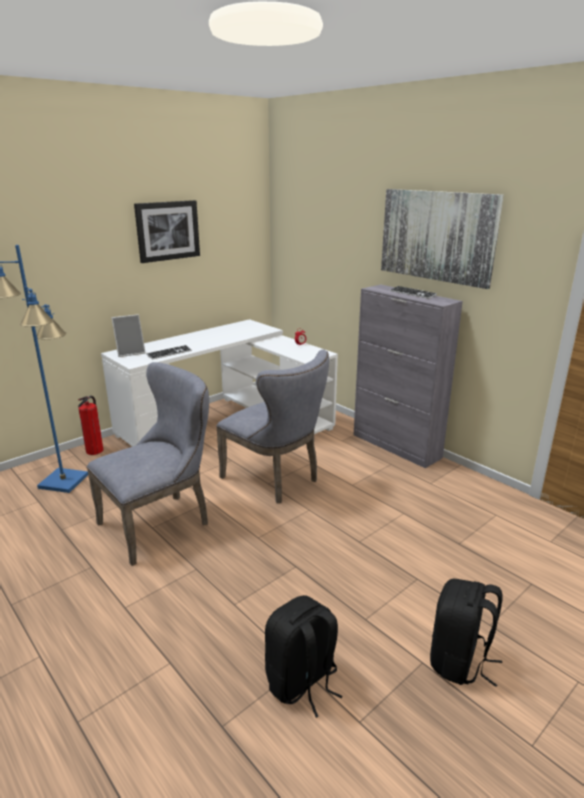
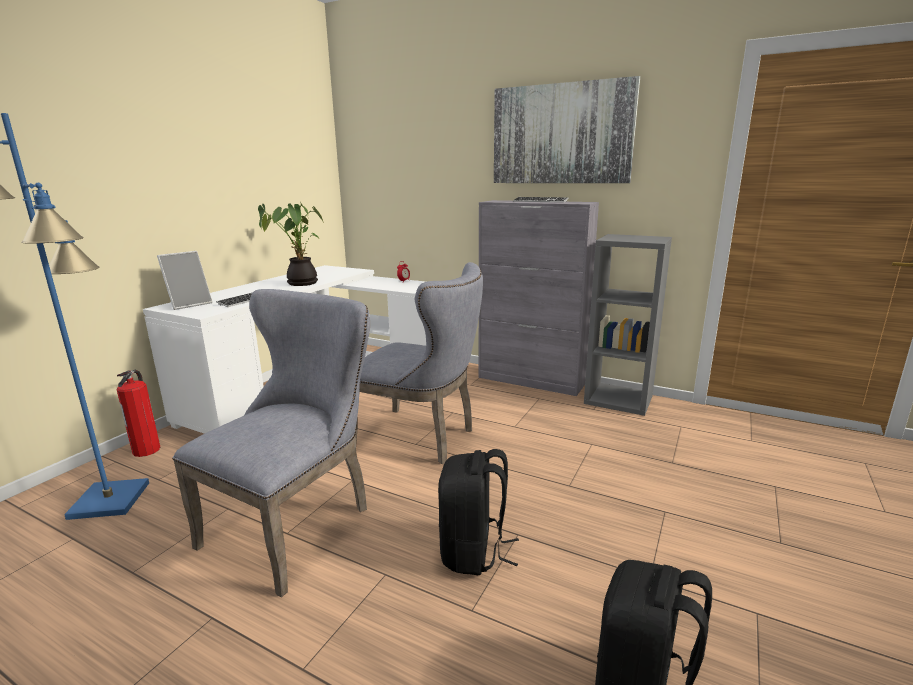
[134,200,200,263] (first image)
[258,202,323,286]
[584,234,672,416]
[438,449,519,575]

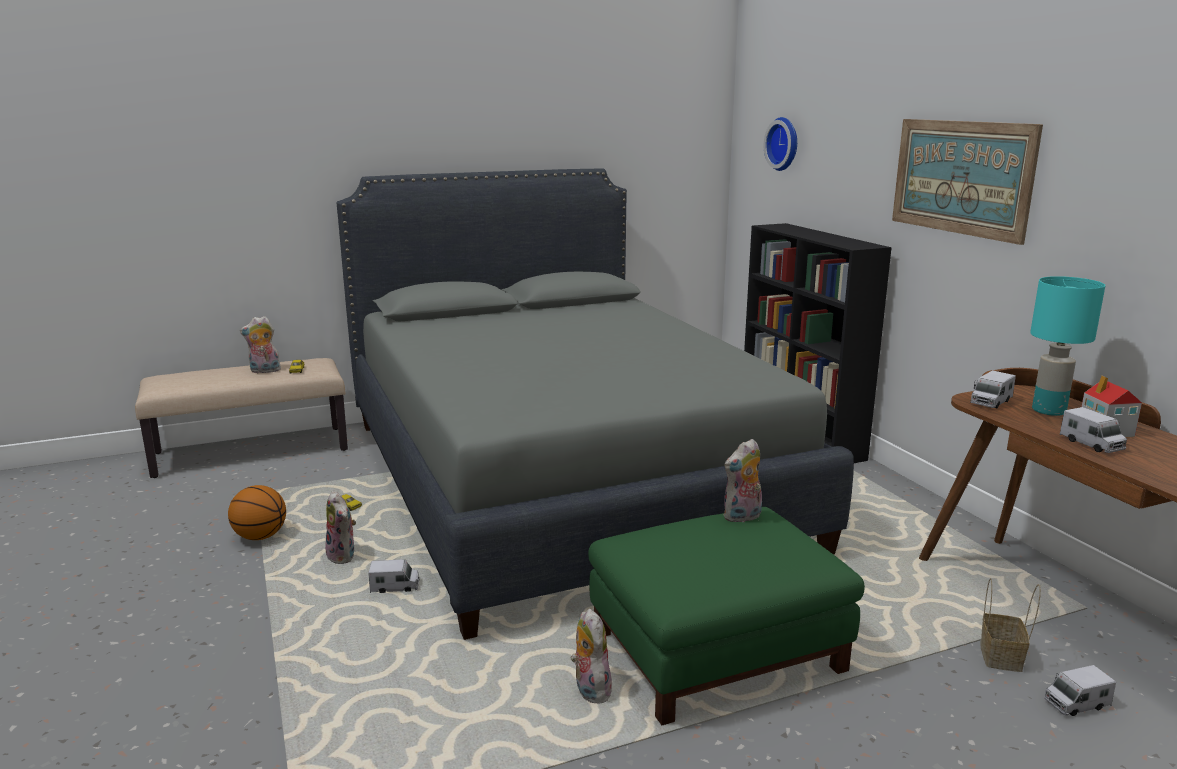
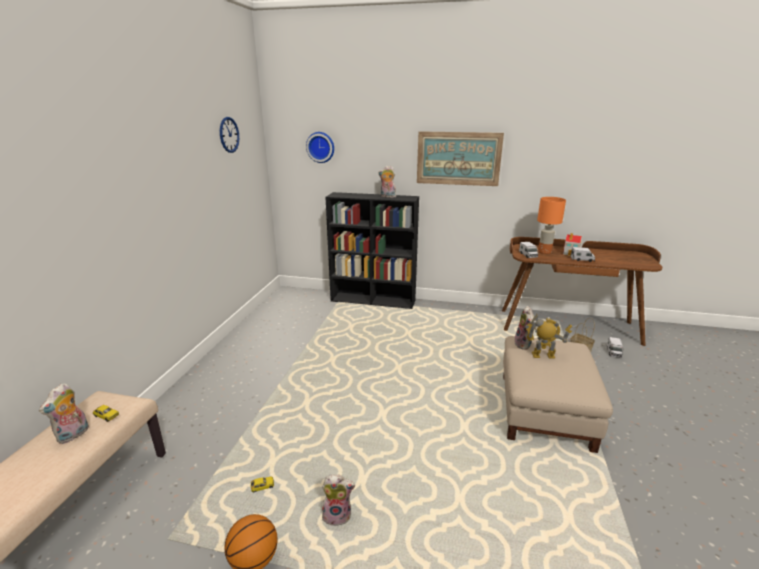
[337,168,854,640] (first image)
[369,559,420,593] (first image)
[220,117,239,153]
[525,314,572,359]
[378,166,396,198]
[503,336,613,453]
[537,197,566,254]

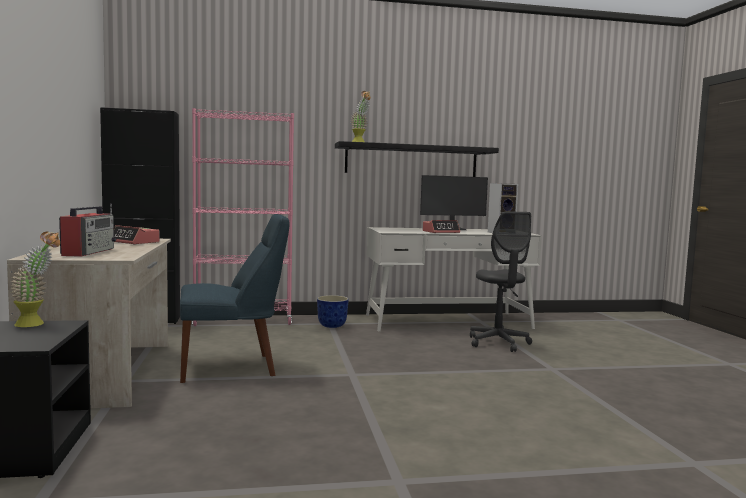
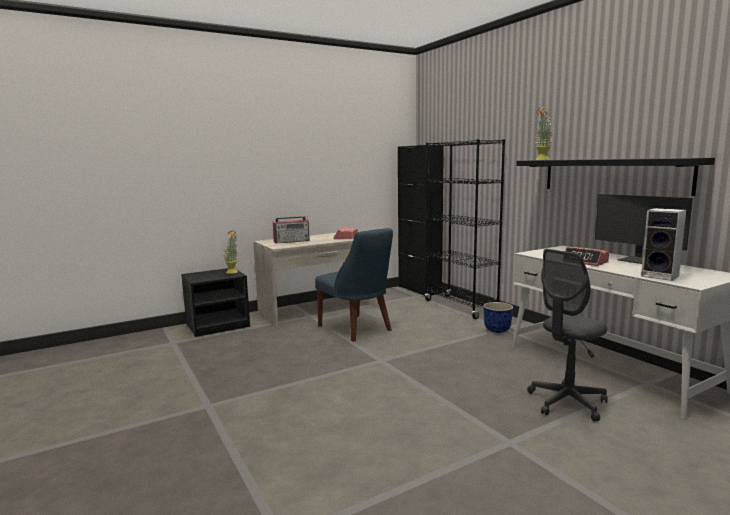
[425,139,505,319]

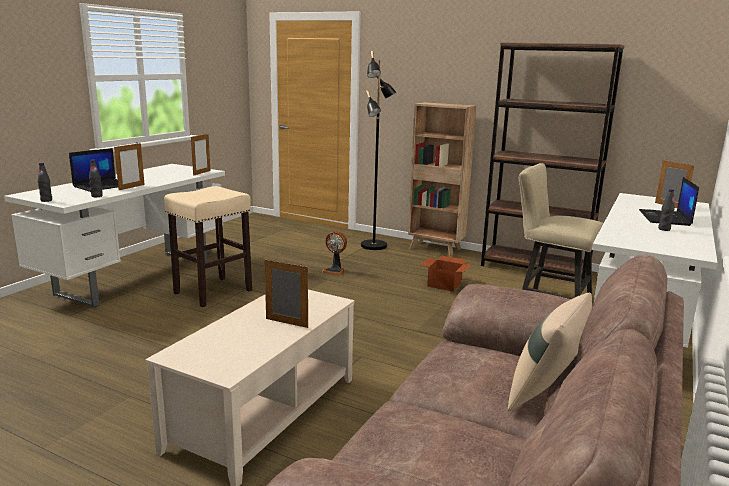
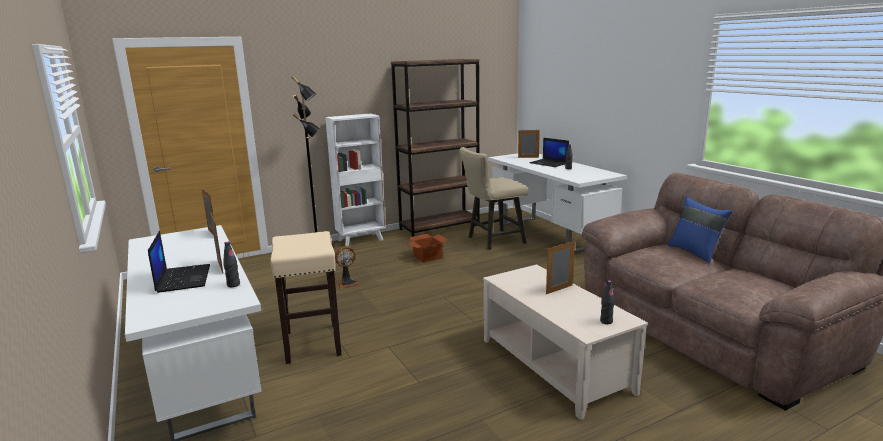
[600,280,614,324]
[325,113,386,246]
[668,196,732,263]

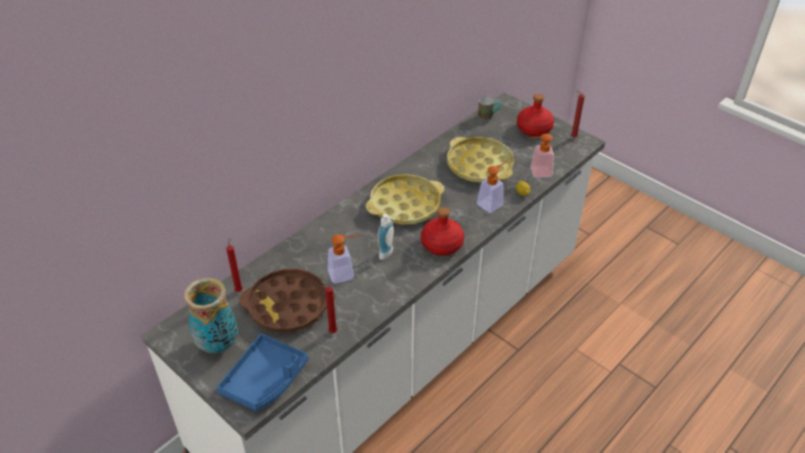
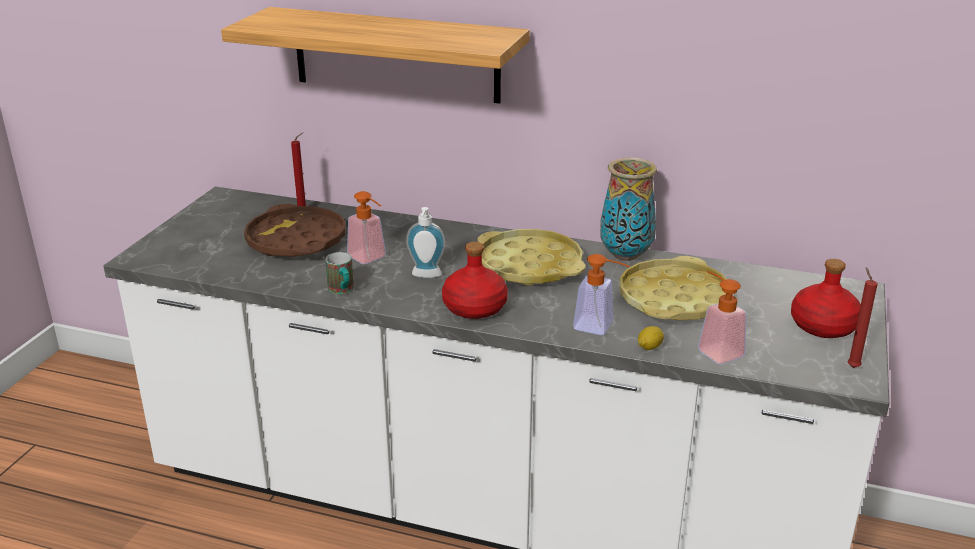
[217,334,308,411] (first image)
[321,286,337,333] (first image)
[221,7,530,104]
[600,157,657,261]
[325,252,354,294]

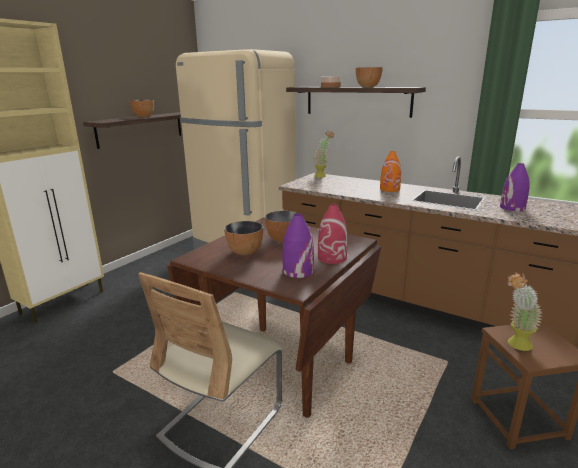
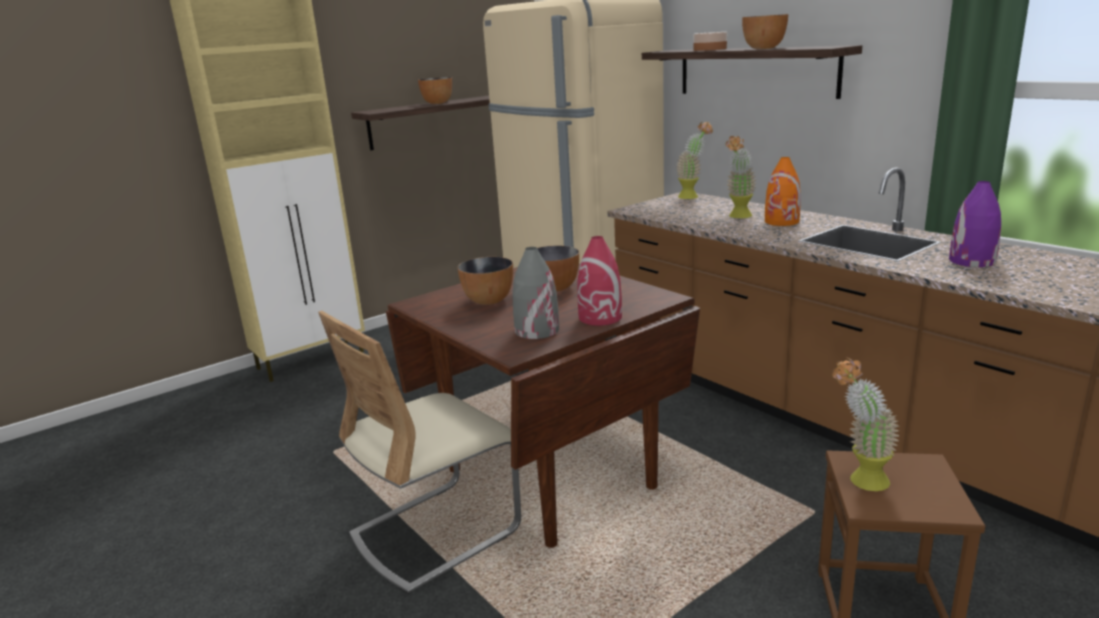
[725,135,757,218]
[512,247,559,339]

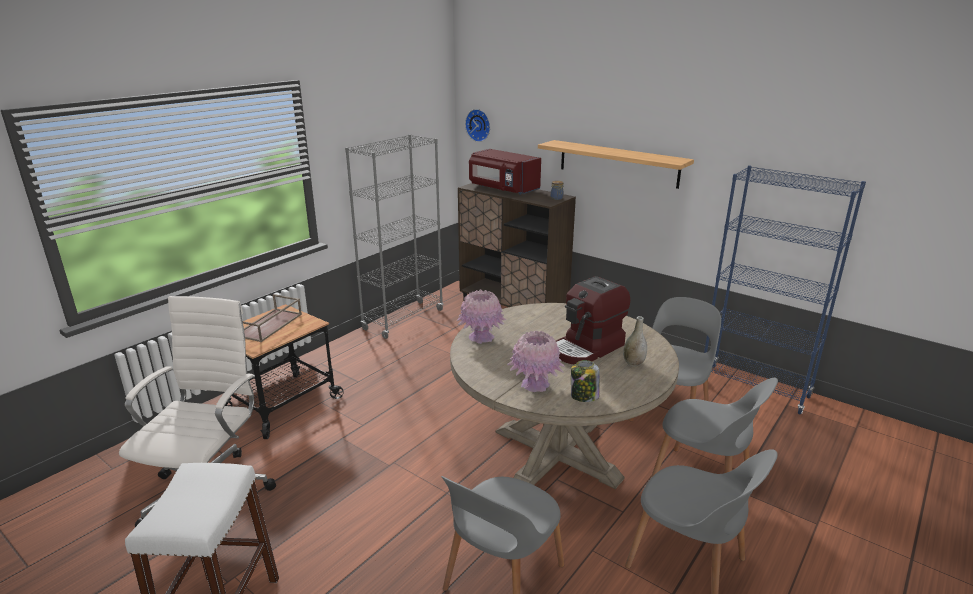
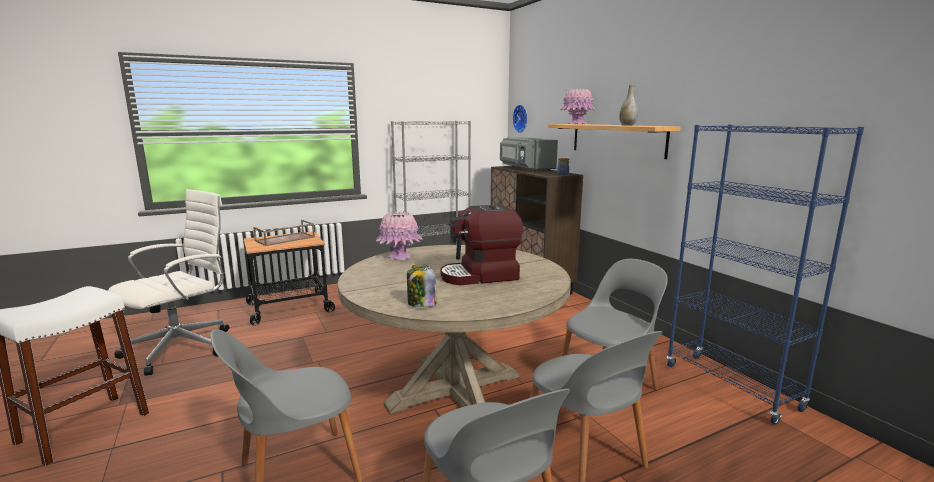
[560,89,596,124]
[619,85,638,126]
[500,137,558,172]

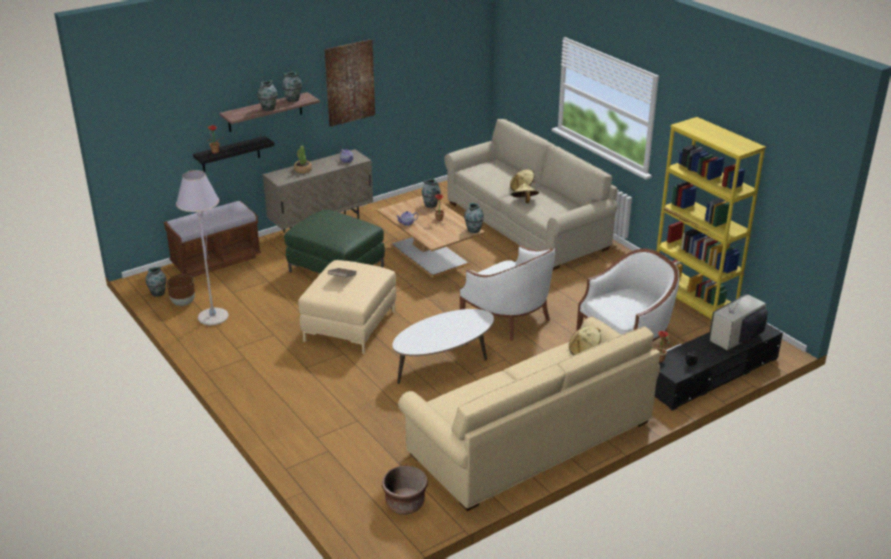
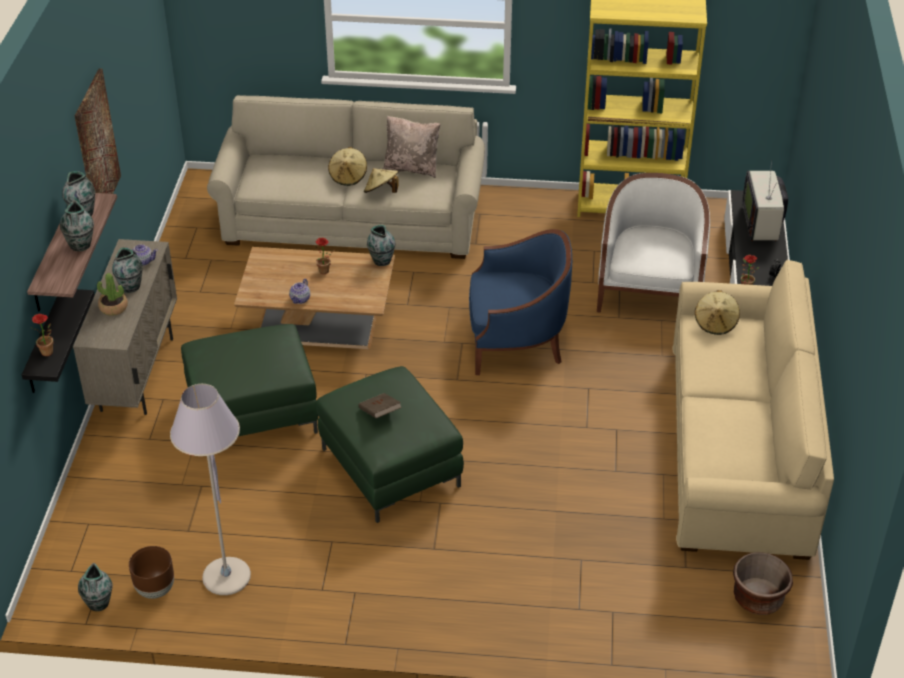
[164,201,261,278] (first image)
[392,309,494,384] (first image)
[383,116,440,178]
[112,248,143,293]
[316,366,464,523]
[469,229,572,375]

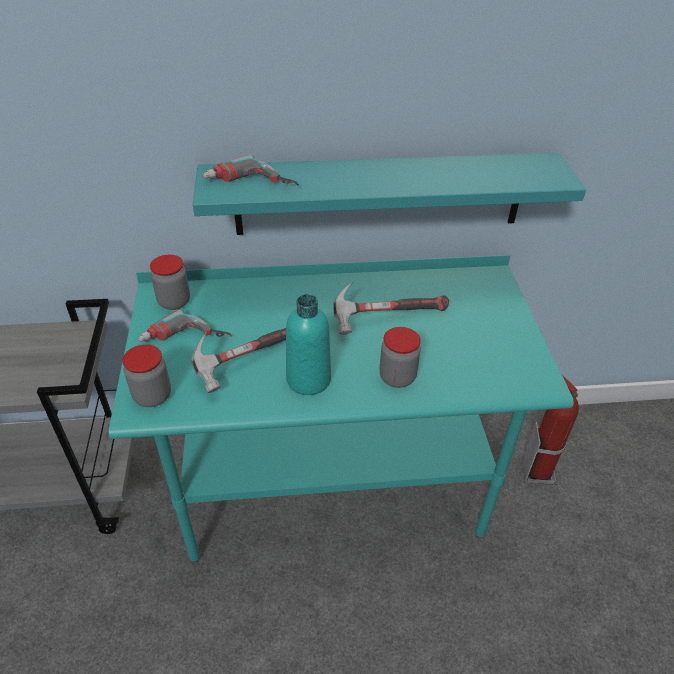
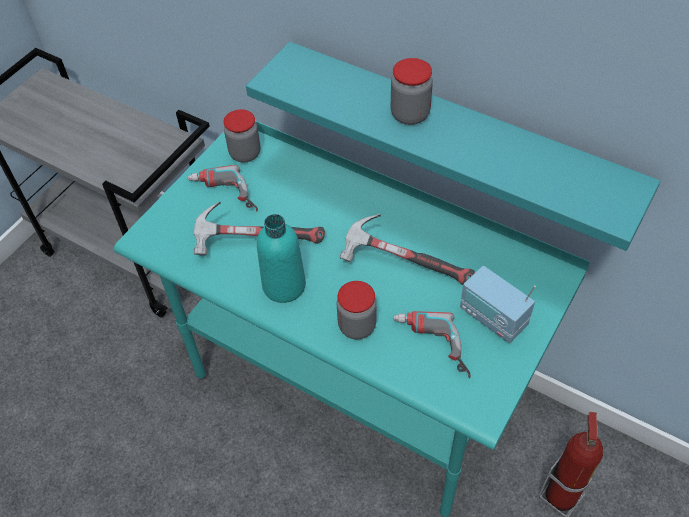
[460,266,536,343]
[391,58,433,125]
[393,311,471,378]

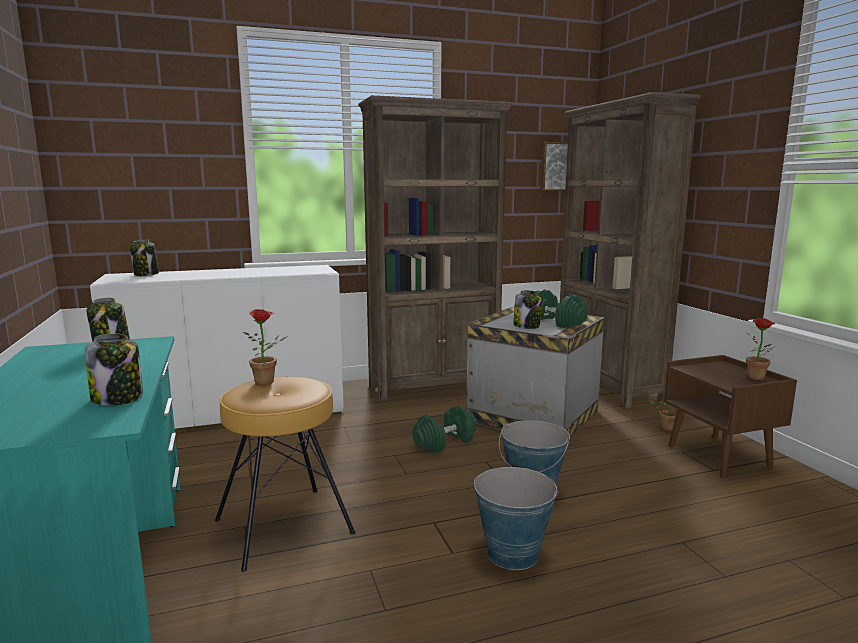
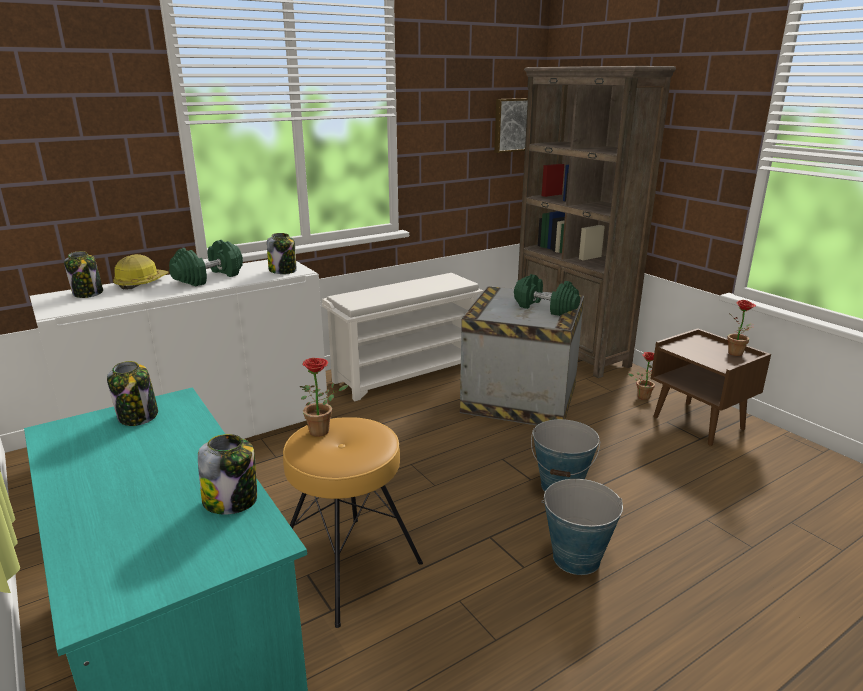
[113,254,168,290]
[169,240,243,286]
[267,233,296,274]
[322,273,483,401]

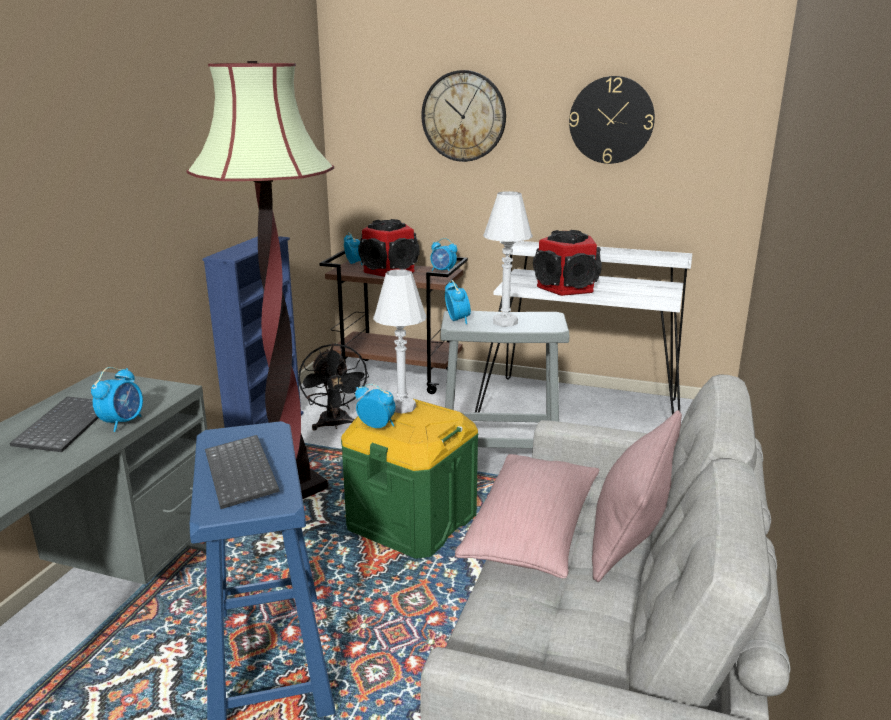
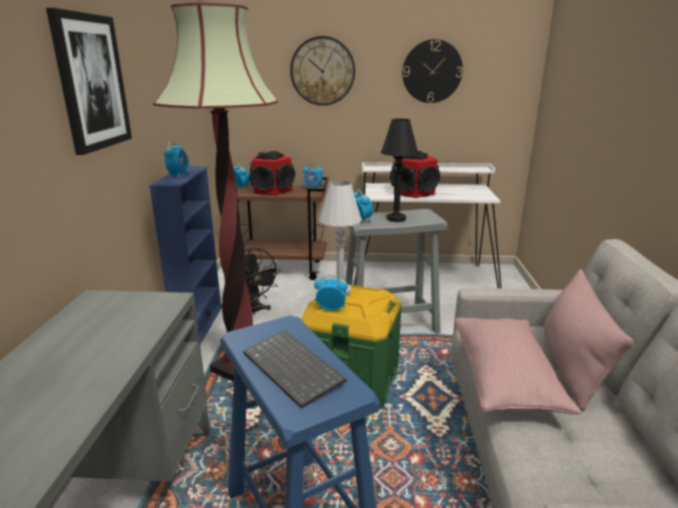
[10,396,98,452] (first image)
[46,8,132,155]
[164,142,189,178]
[381,119,418,222]

